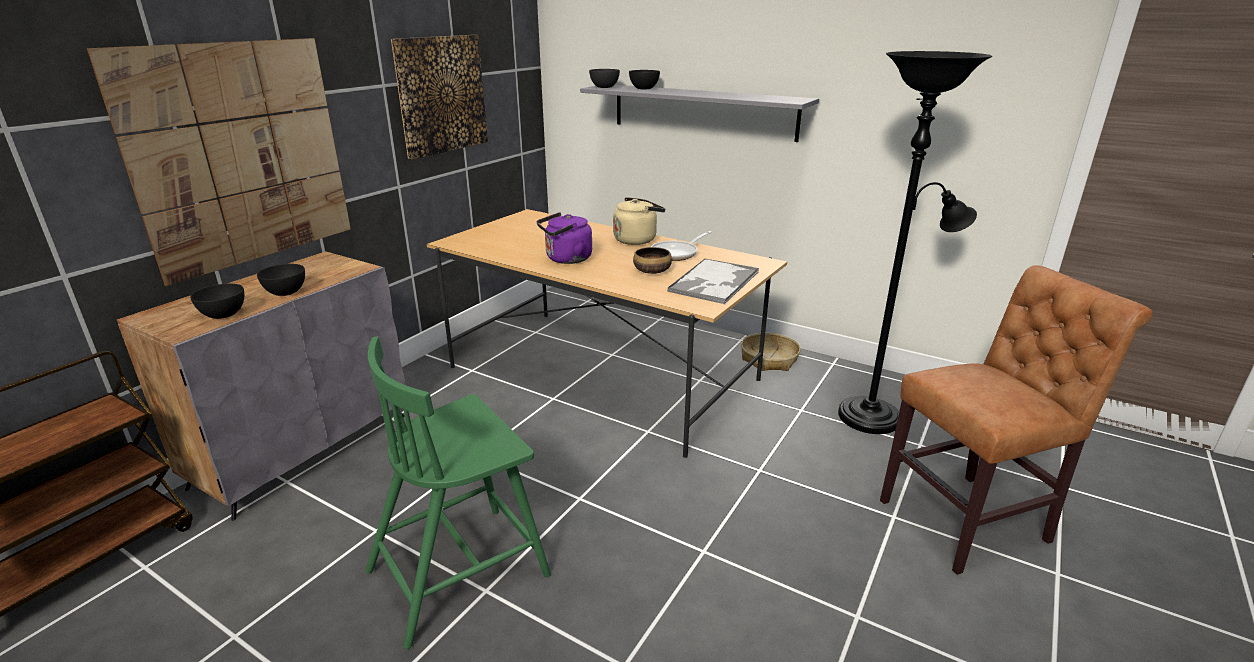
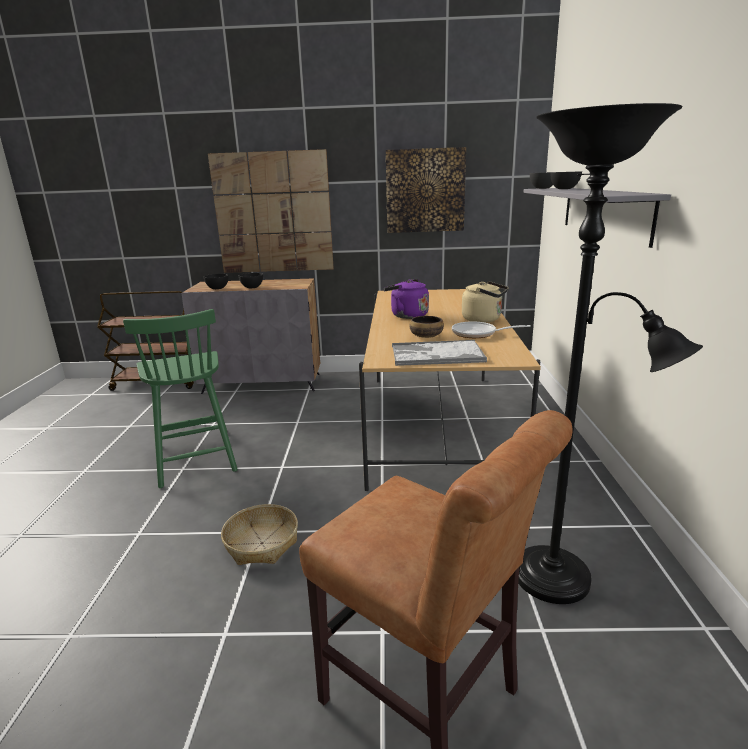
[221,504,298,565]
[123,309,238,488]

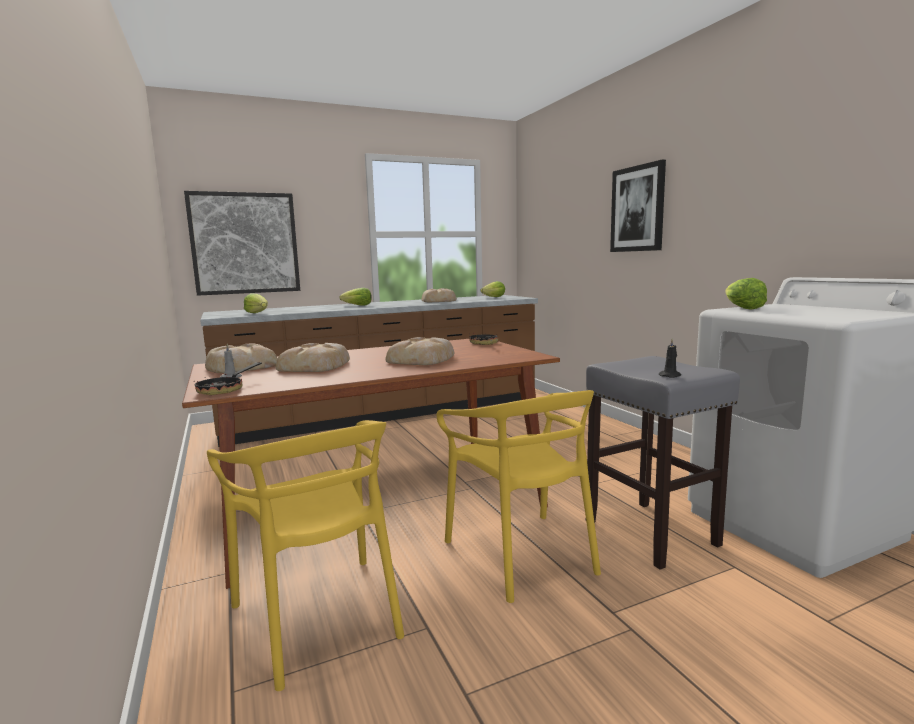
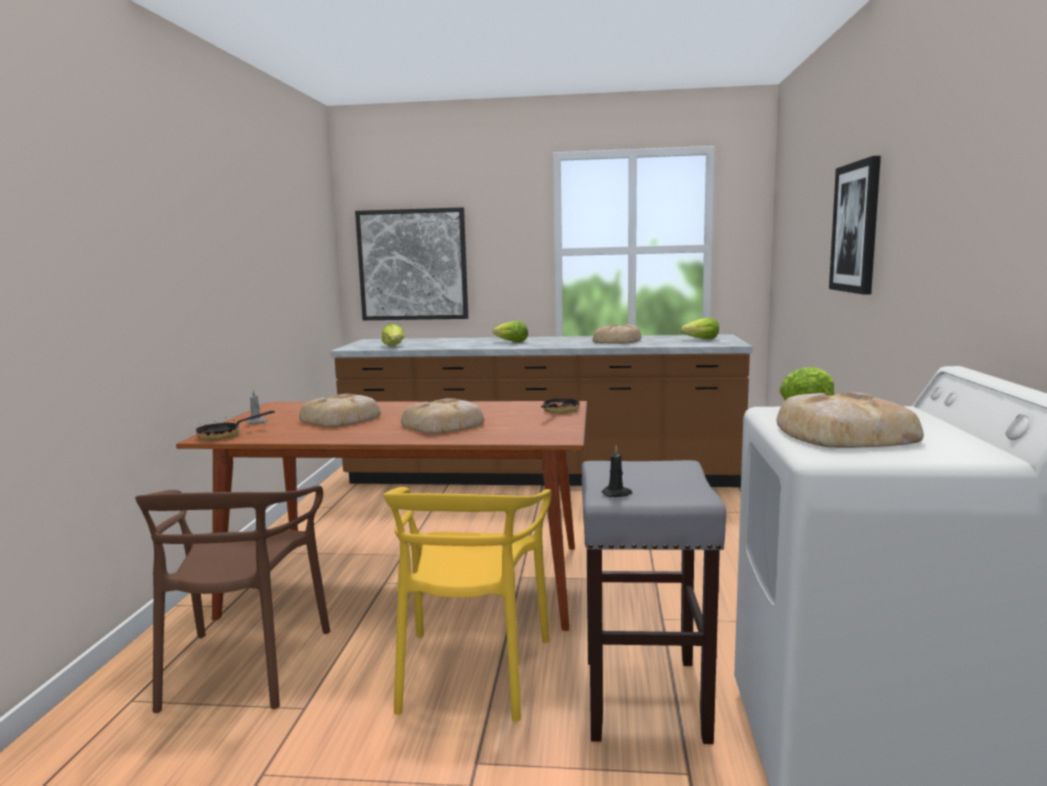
[776,392,924,448]
[135,485,330,713]

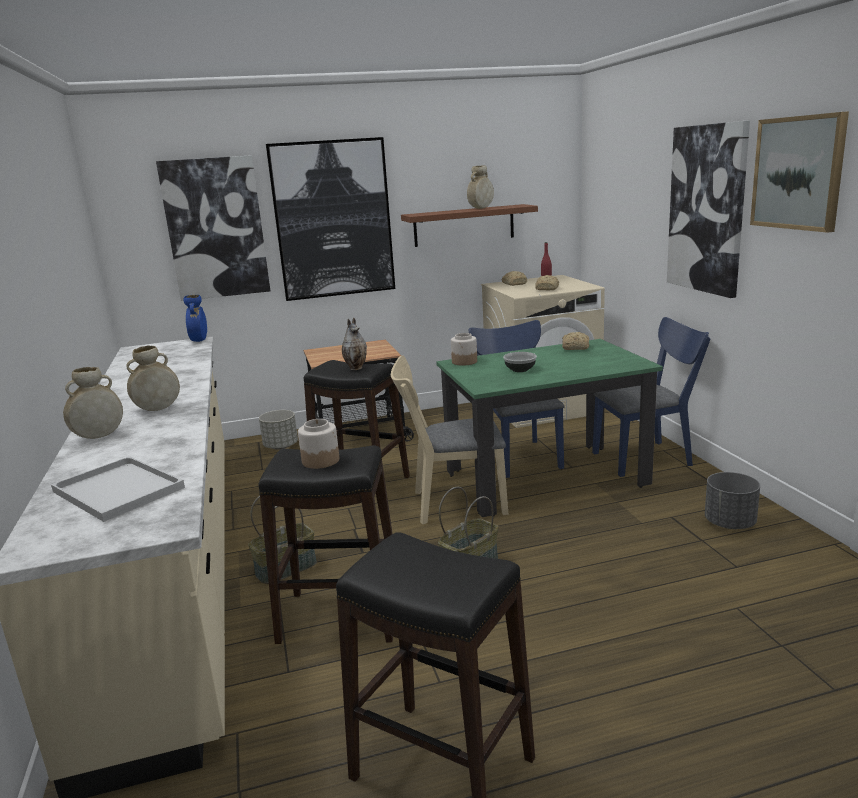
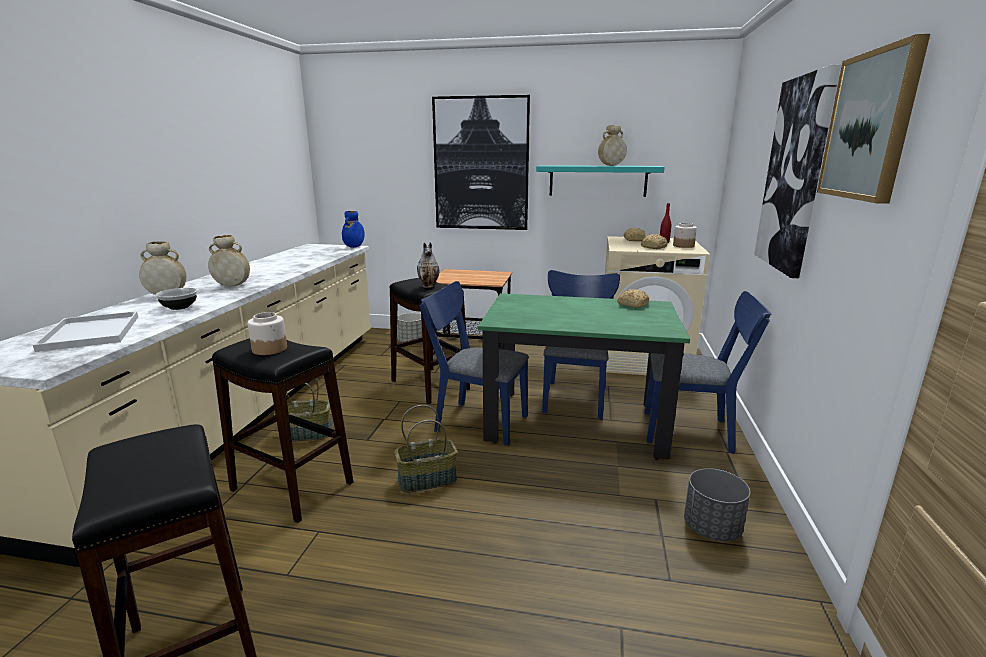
[156,155,270,301] (first image)
[673,223,697,248]
[155,288,197,310]
[420,281,529,446]
[536,165,664,197]

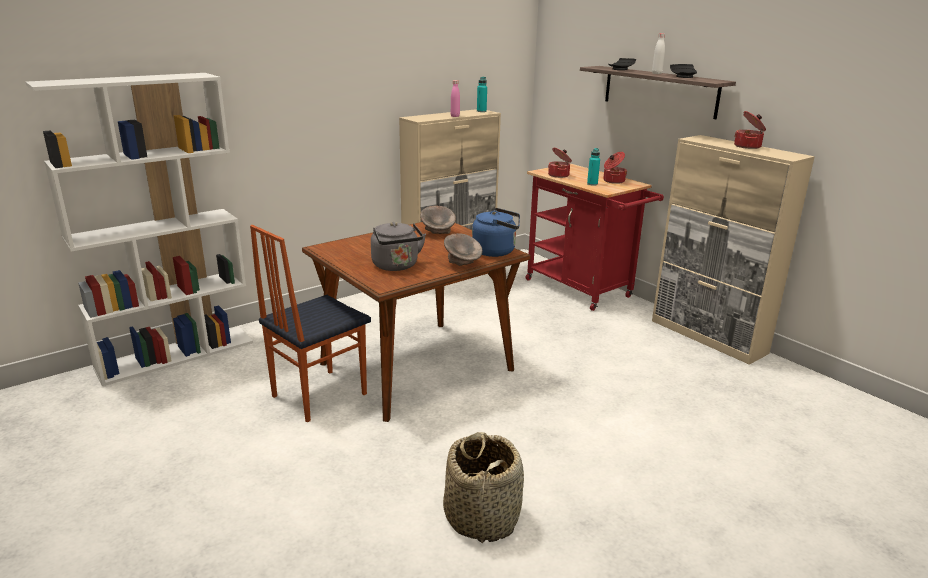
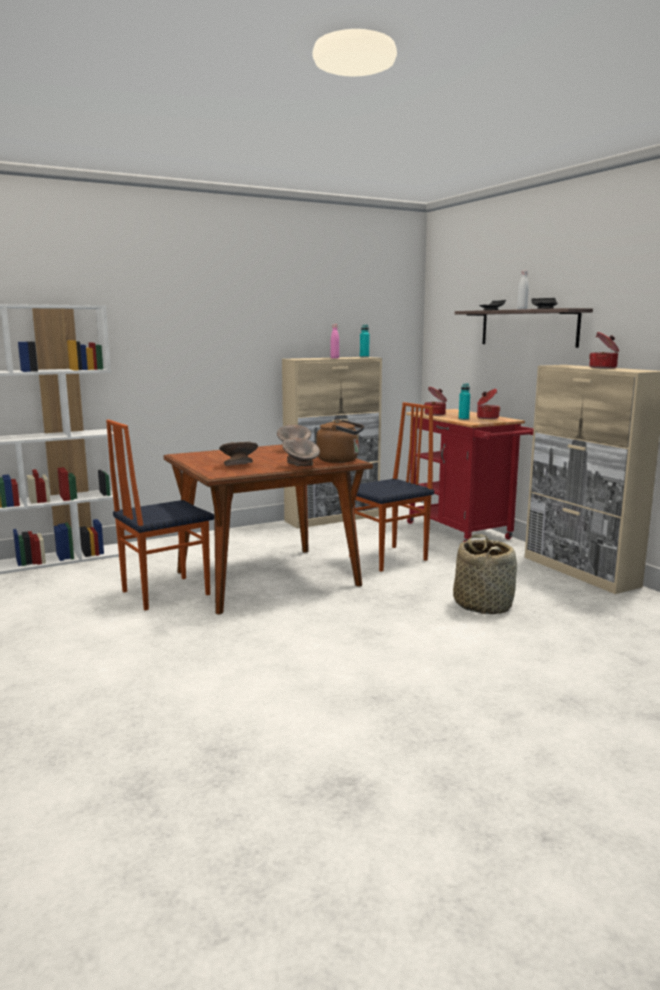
[349,402,434,571]
[453,534,517,614]
[219,442,258,466]
[316,419,364,463]

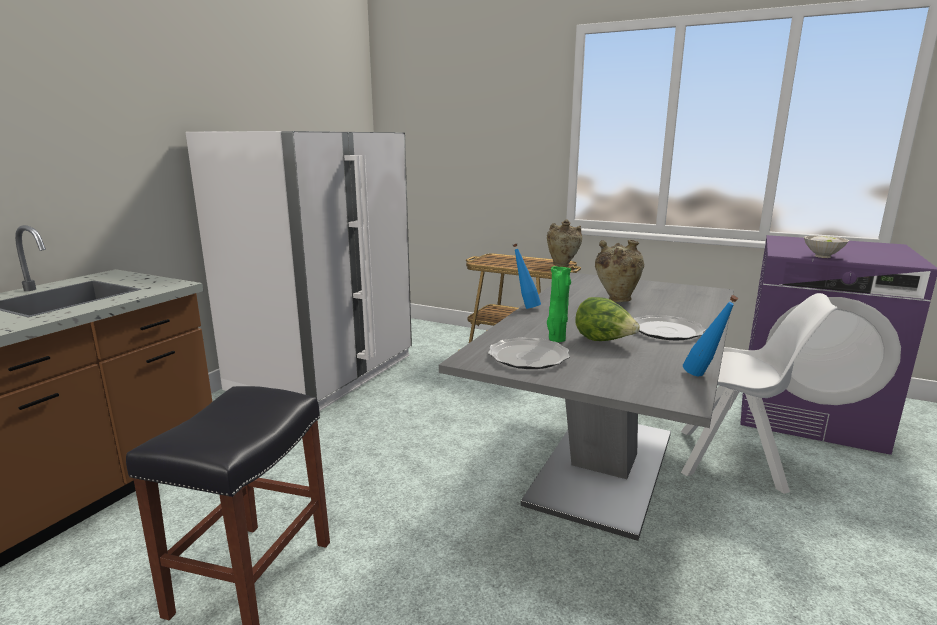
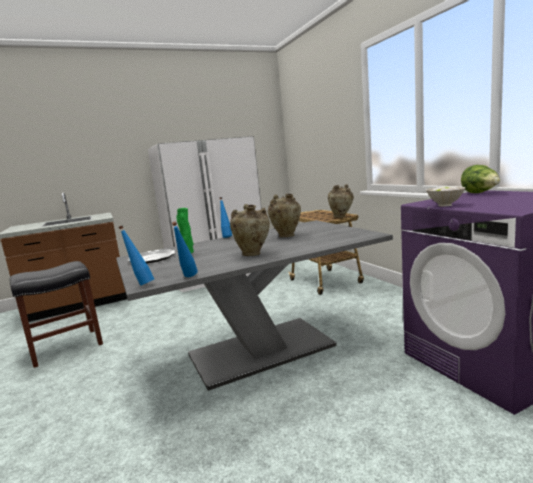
[680,293,838,494] (first image)
[118,226,154,286]
[461,165,500,193]
[230,204,270,256]

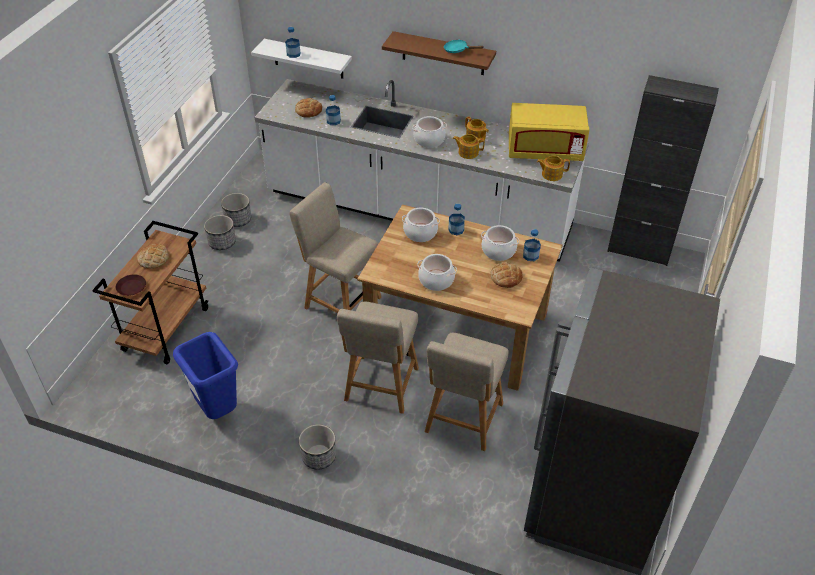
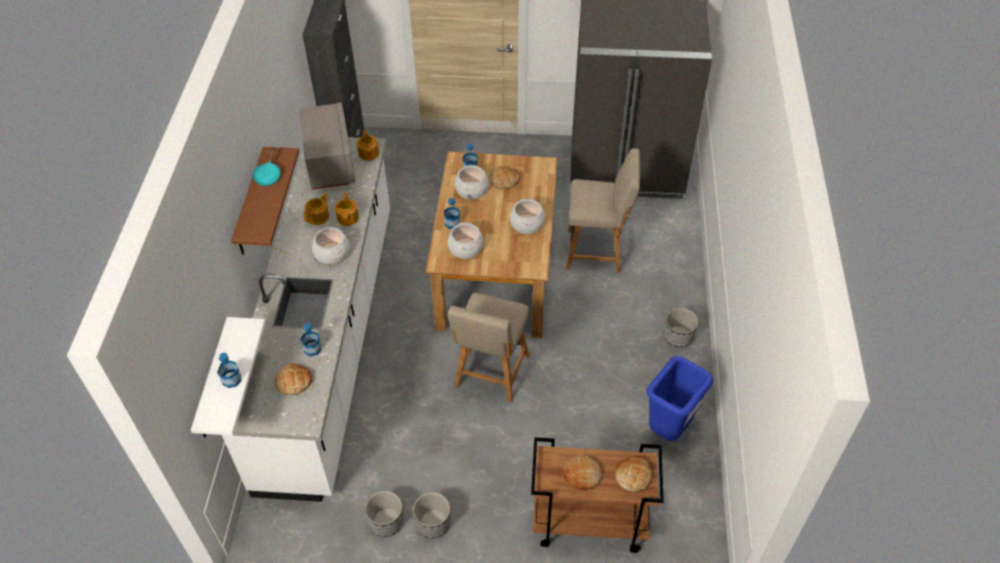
[337,302,419,414] (first image)
[615,456,652,492]
[299,102,355,190]

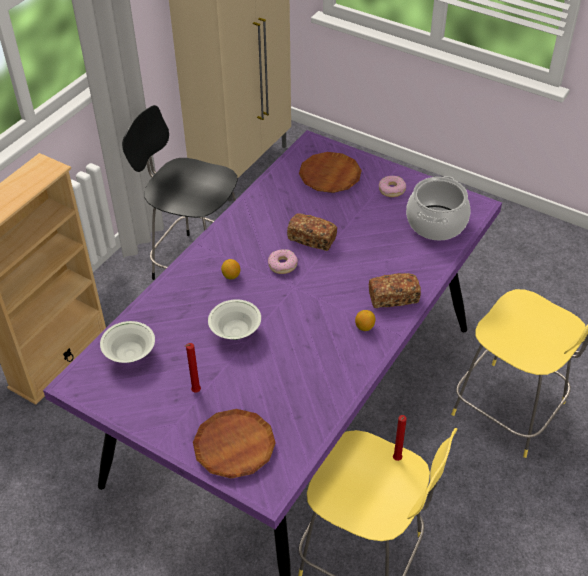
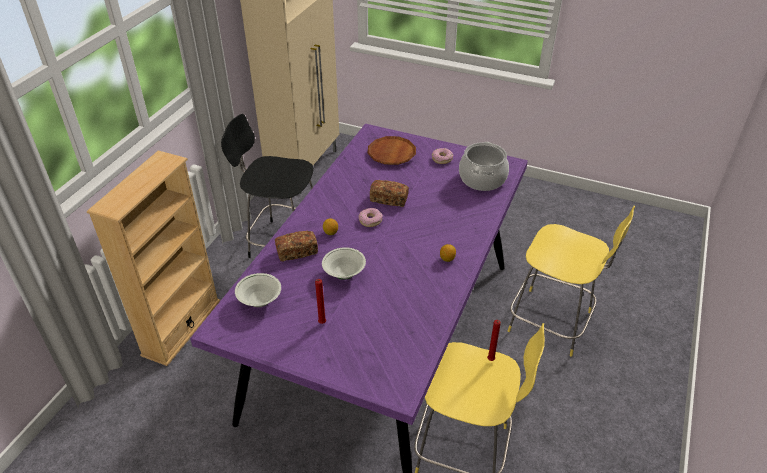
[193,409,276,479] (first image)
[275,231,318,262]

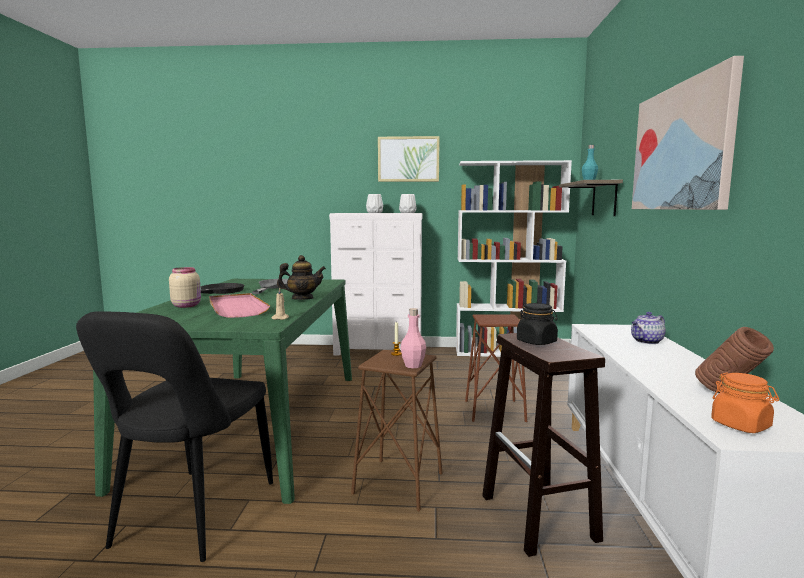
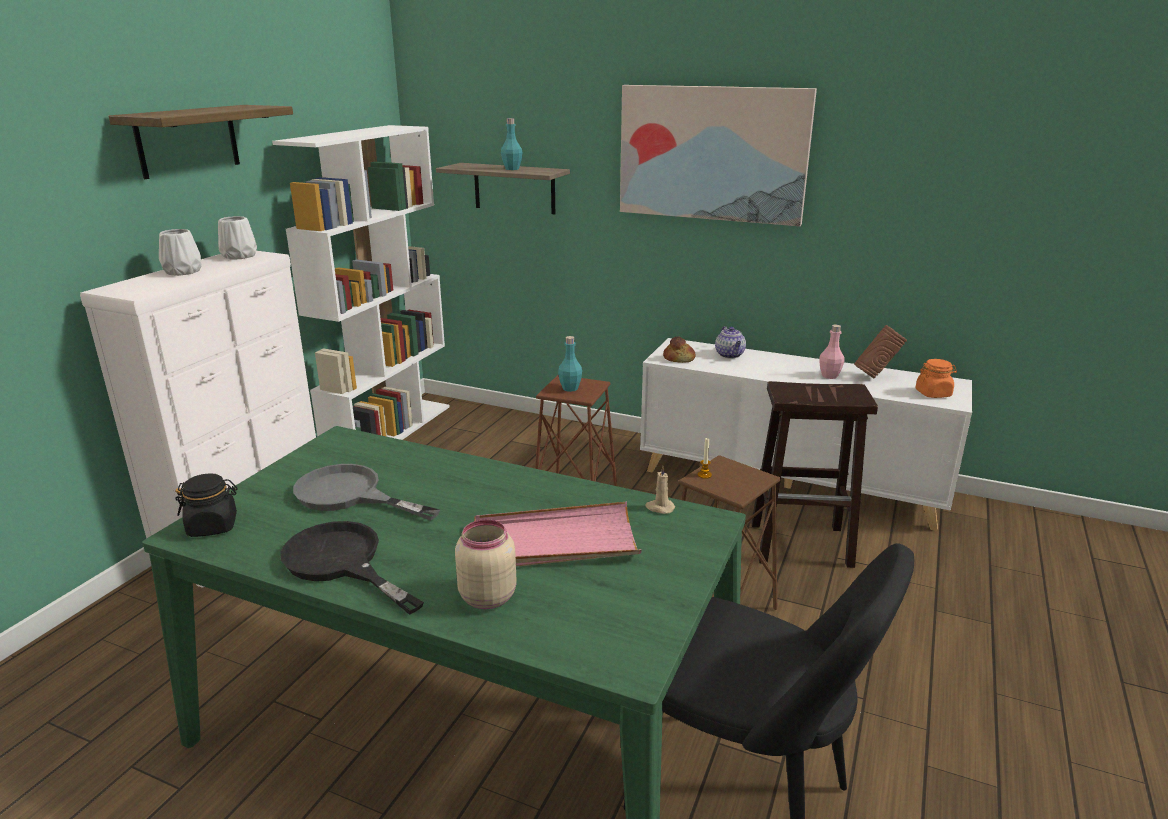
[277,255,326,300] (first image)
[558,336,582,392]
[663,336,696,363]
[819,324,845,379]
[175,473,238,537]
[108,105,293,179]

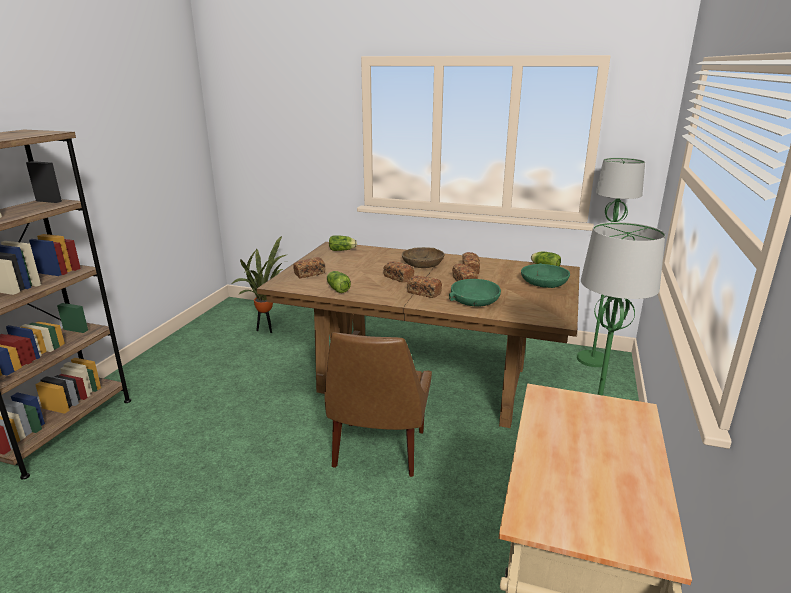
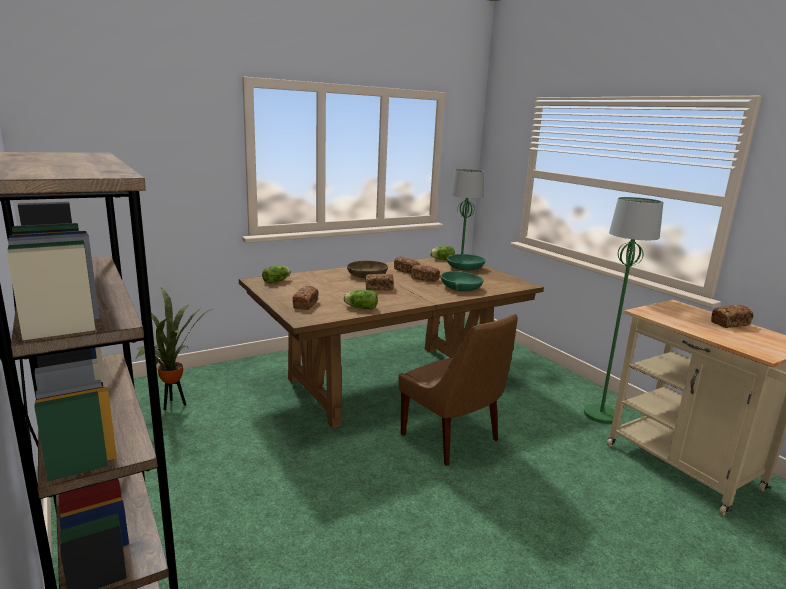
[711,305,753,328]

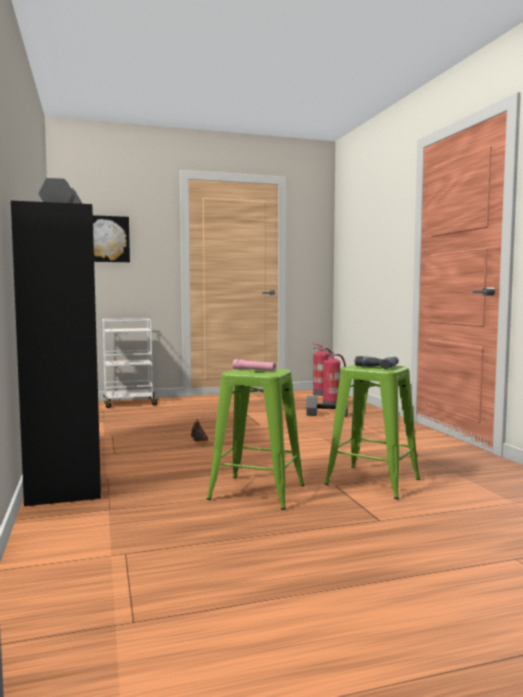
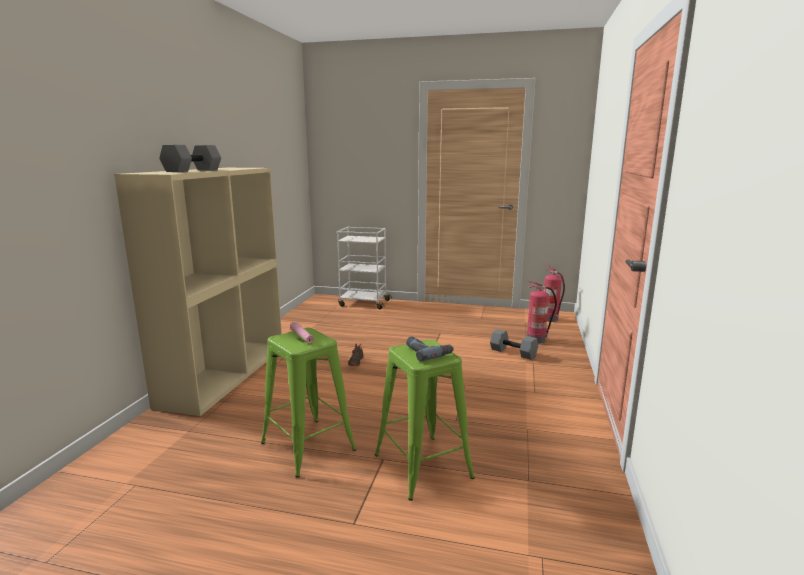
[93,215,130,262] (first image)
[114,168,282,416]

